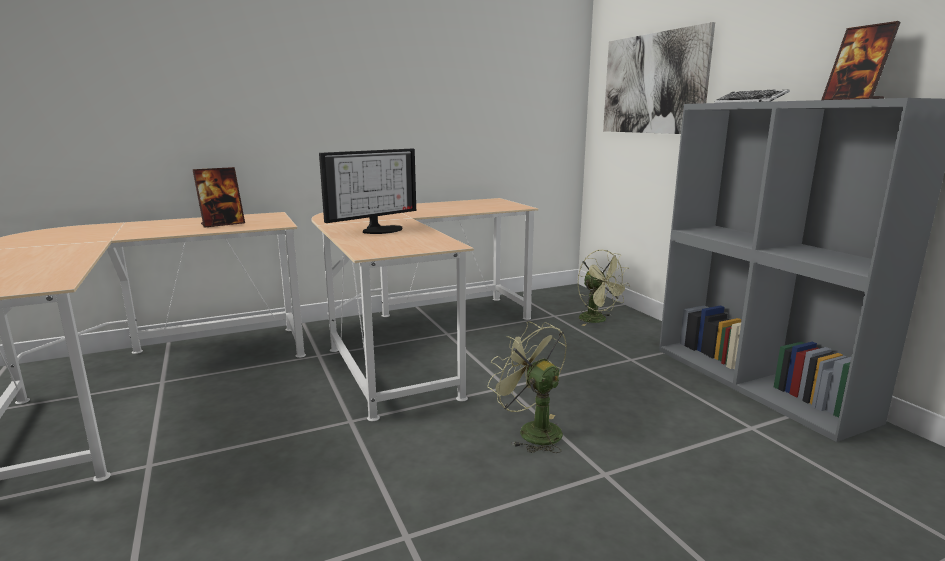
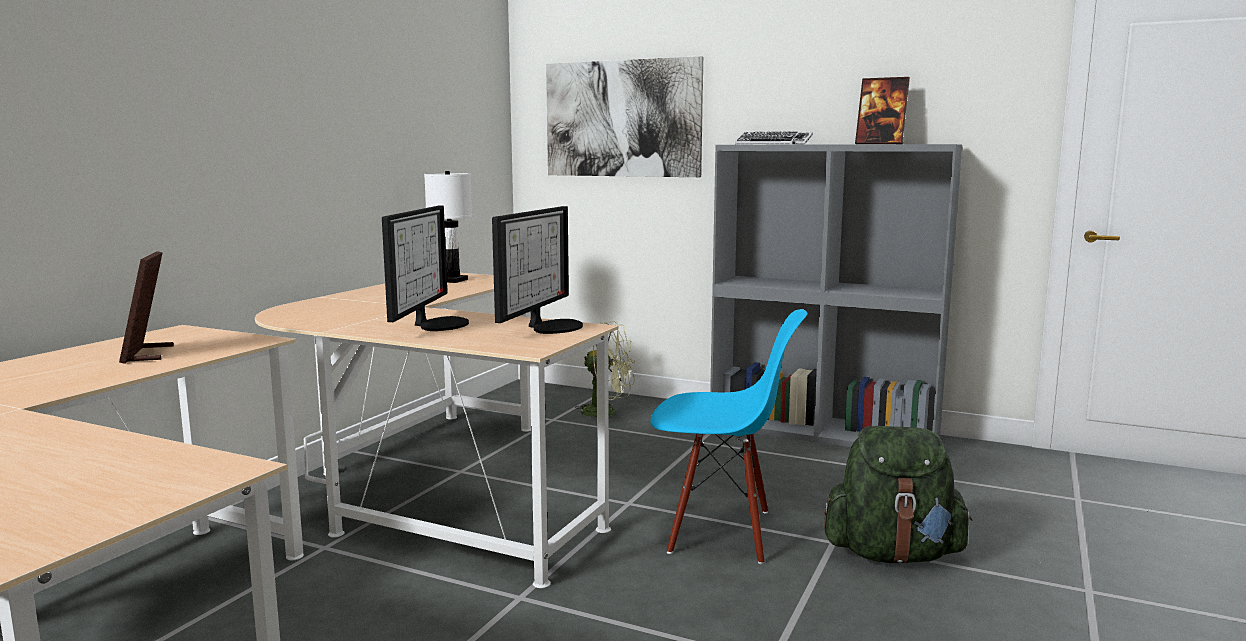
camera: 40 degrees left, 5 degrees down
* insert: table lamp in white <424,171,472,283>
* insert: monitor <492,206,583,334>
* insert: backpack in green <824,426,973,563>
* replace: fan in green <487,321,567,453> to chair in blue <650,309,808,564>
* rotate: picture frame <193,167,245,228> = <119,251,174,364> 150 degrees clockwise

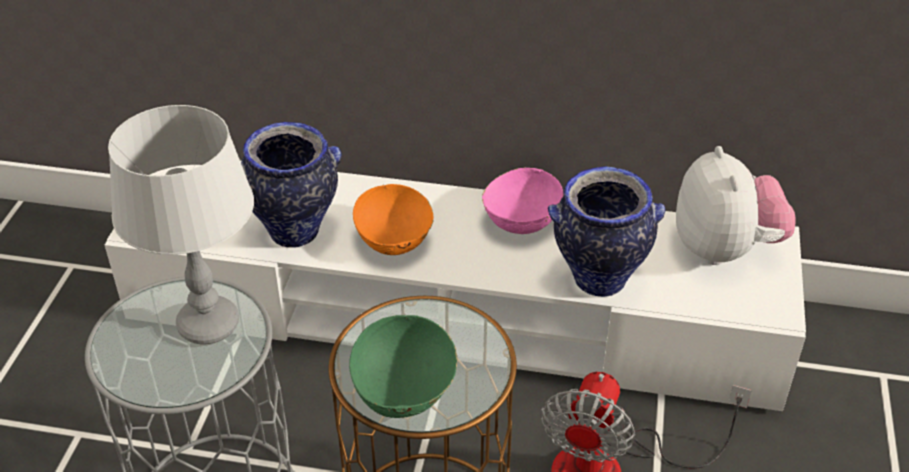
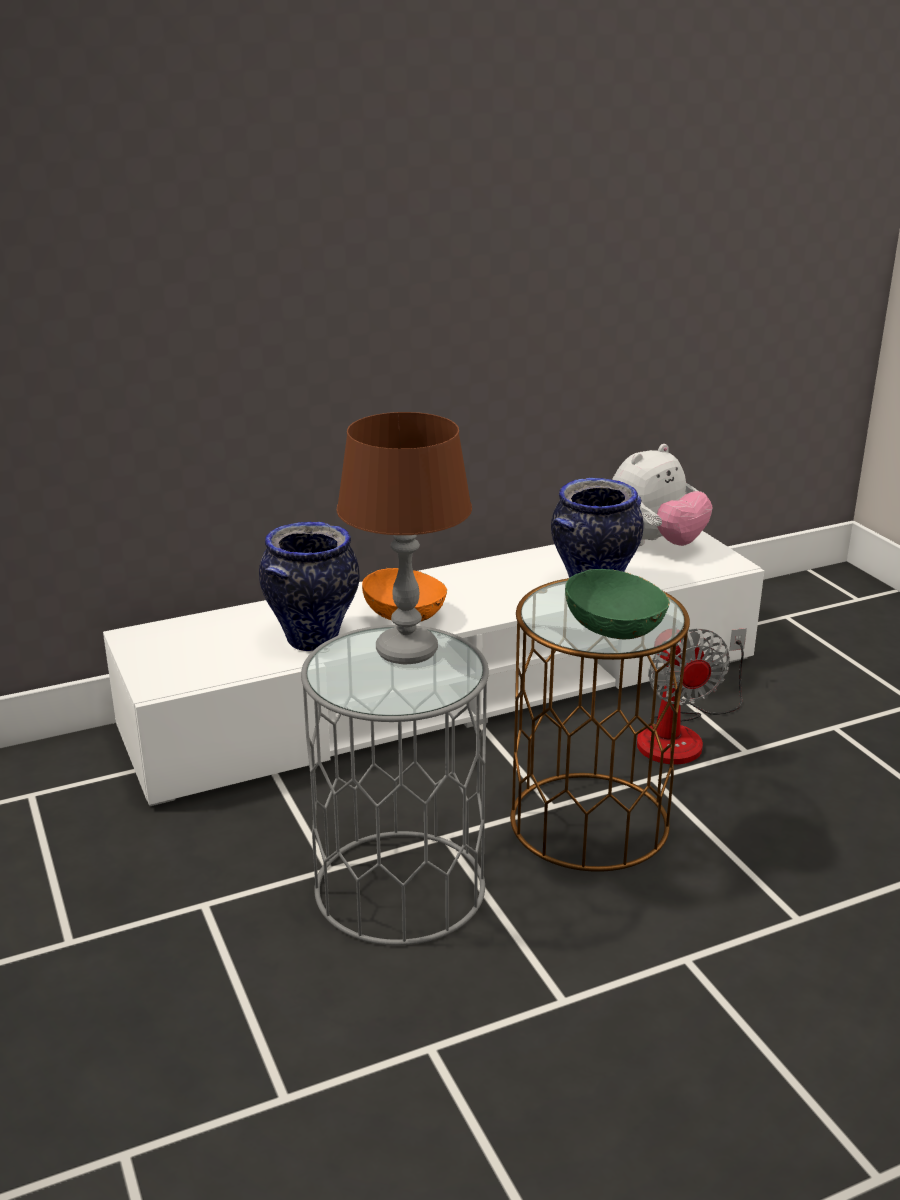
camera: 35 degrees left, 15 degrees down
* delete: bowl in pink <482,167,563,234>
* recolor: table lamp in grey <108,105,254,345> to table lamp in brown <337,412,472,665>
* rotate: plush toy <676,146,796,265> = <612,444,713,546> 90 degrees clockwise

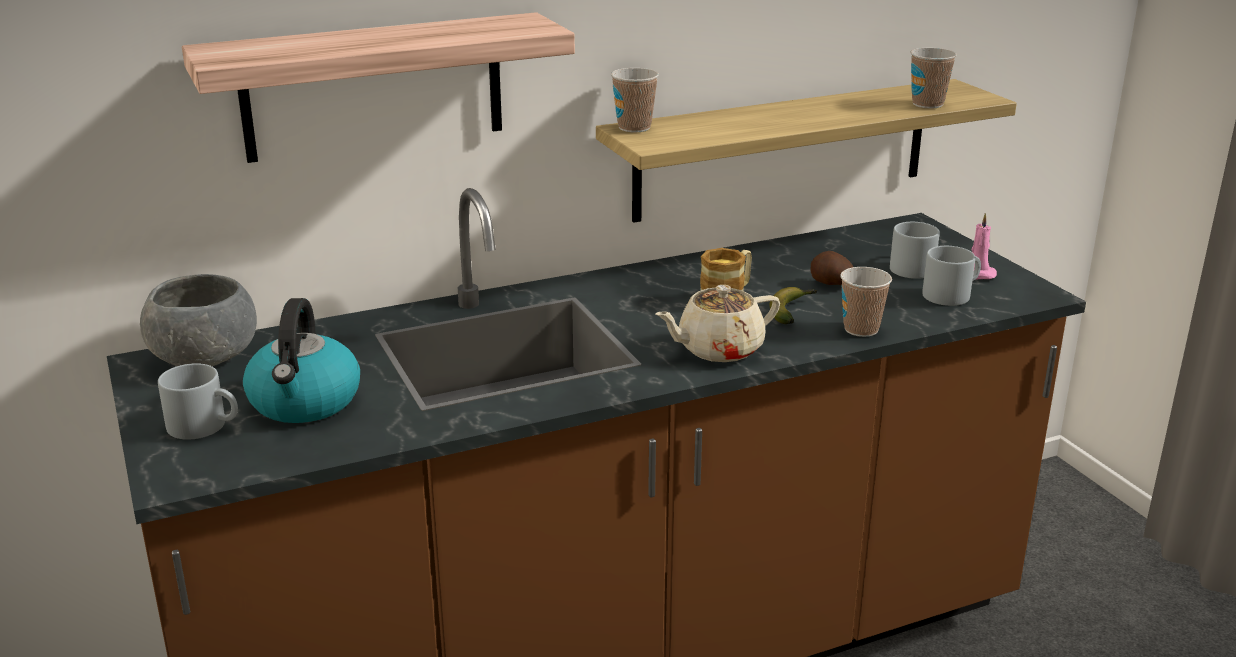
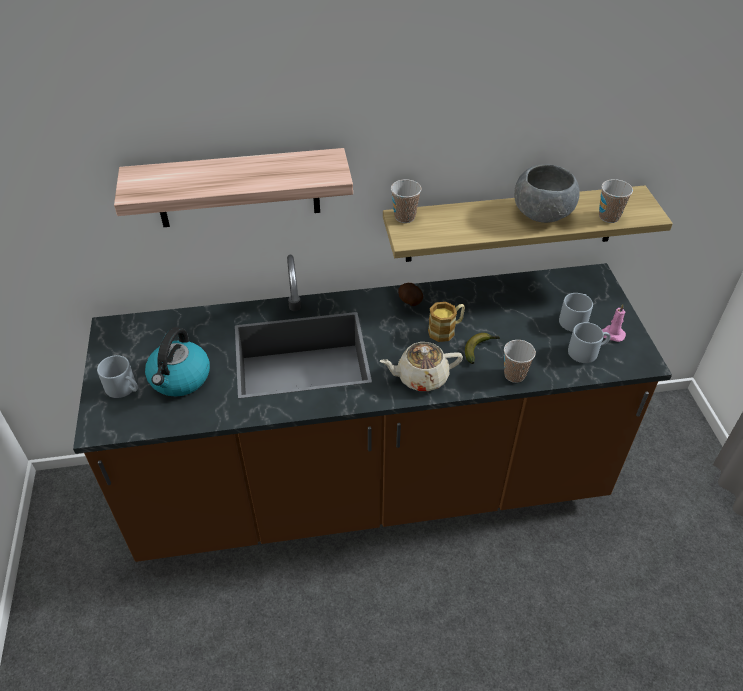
camera: 15 degrees right, 20 degrees up
* move: bowl in grey <140,274,257,366> to <514,164,580,223>
* move: potato <810,251,853,285> to <398,283,423,306>

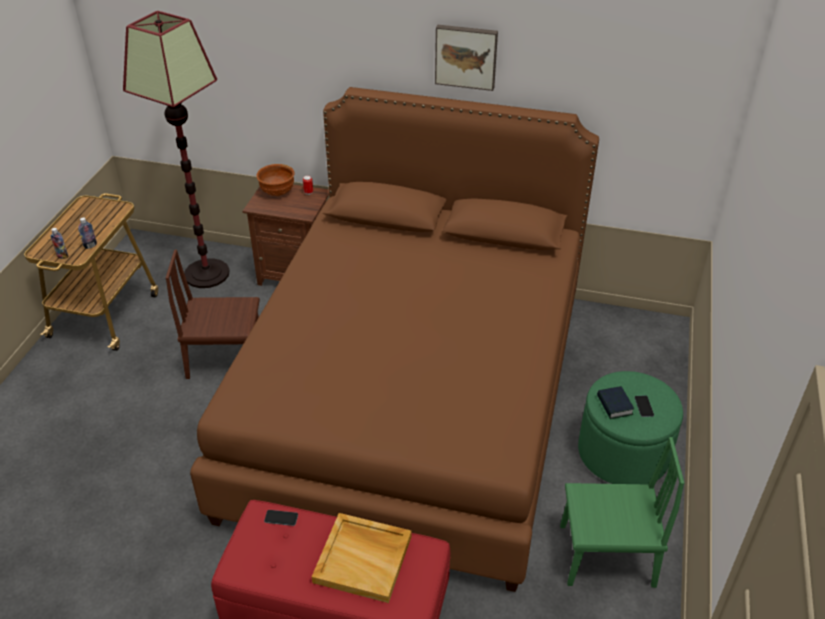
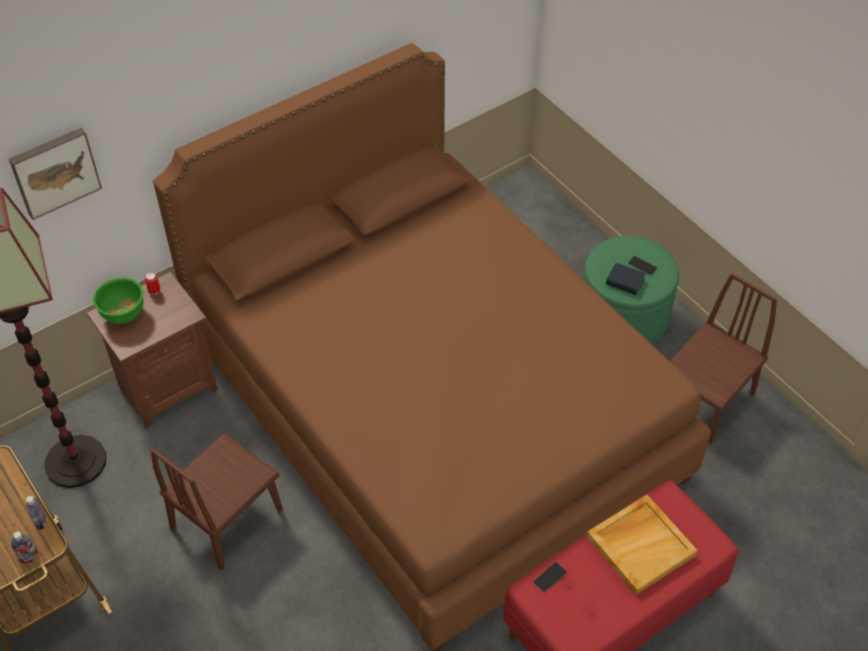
camera: 50 degrees left, 10 degrees up
* move: picture <435,25,498,91> to <9,128,102,220>
* recolor: bowl in brown <256,164,294,196> to bowl in green <93,277,144,324>
* recolor: chair in green <560,437,684,588> to chair in brown <670,273,778,444>

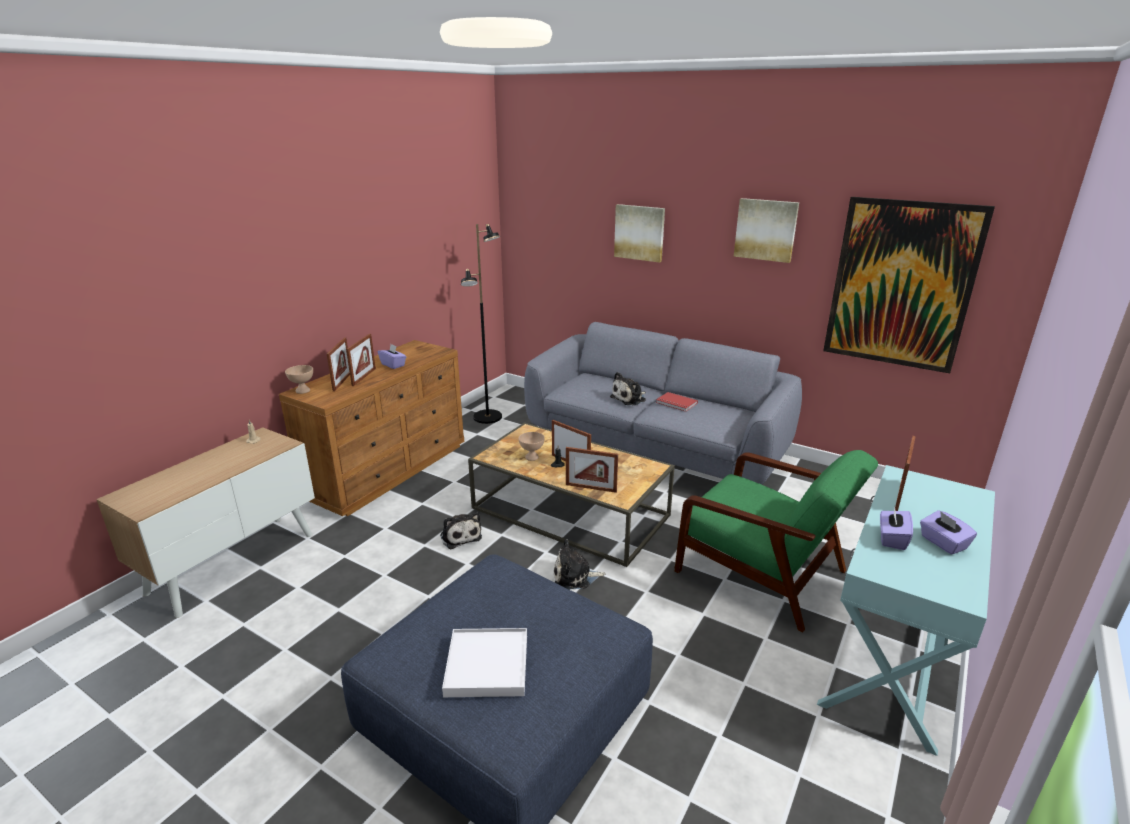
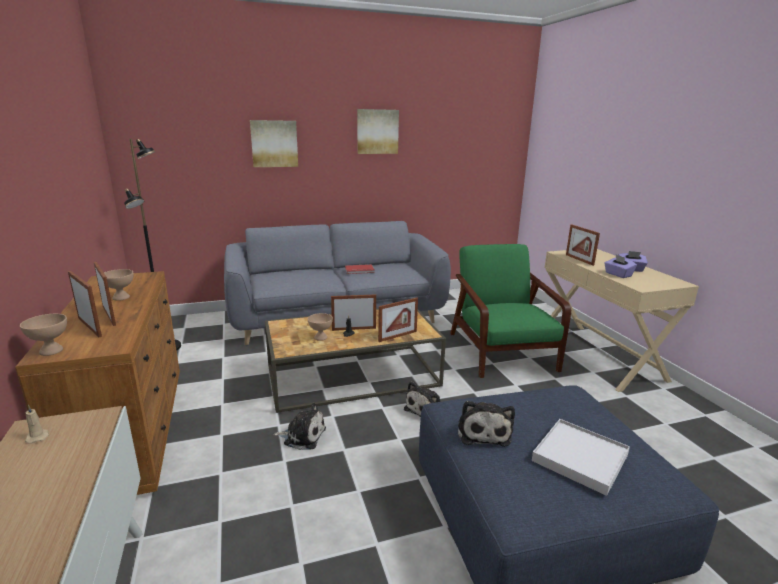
camera: 50 degrees left, 5 degrees down
* delete: picture <823,197,995,373>
* move: plush toy <610,372,646,406> to <458,401,515,447>
* replace: tissue box in purple <378,344,406,369> to bowl in beige <104,269,134,301>
* recolor: console table in turquoise <817,465,995,756> to console table in beige <545,249,699,392>
* rotate: armchair in green <674,450,878,633> = <450,244,571,378> 90 degrees counterclockwise

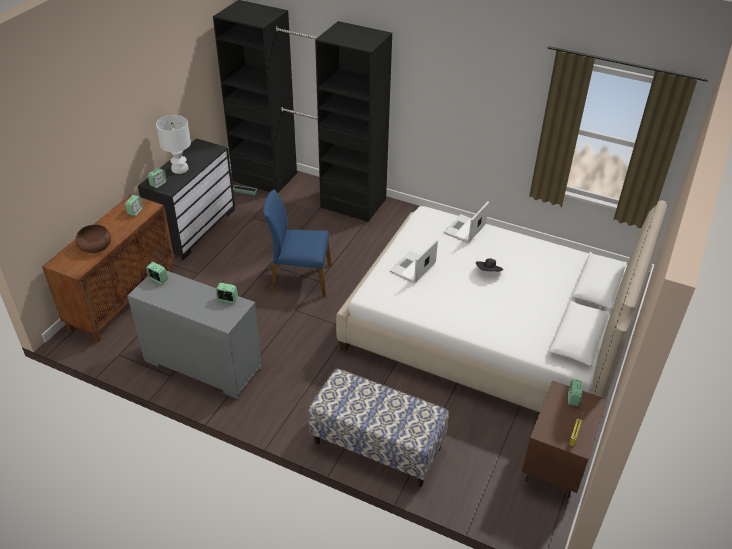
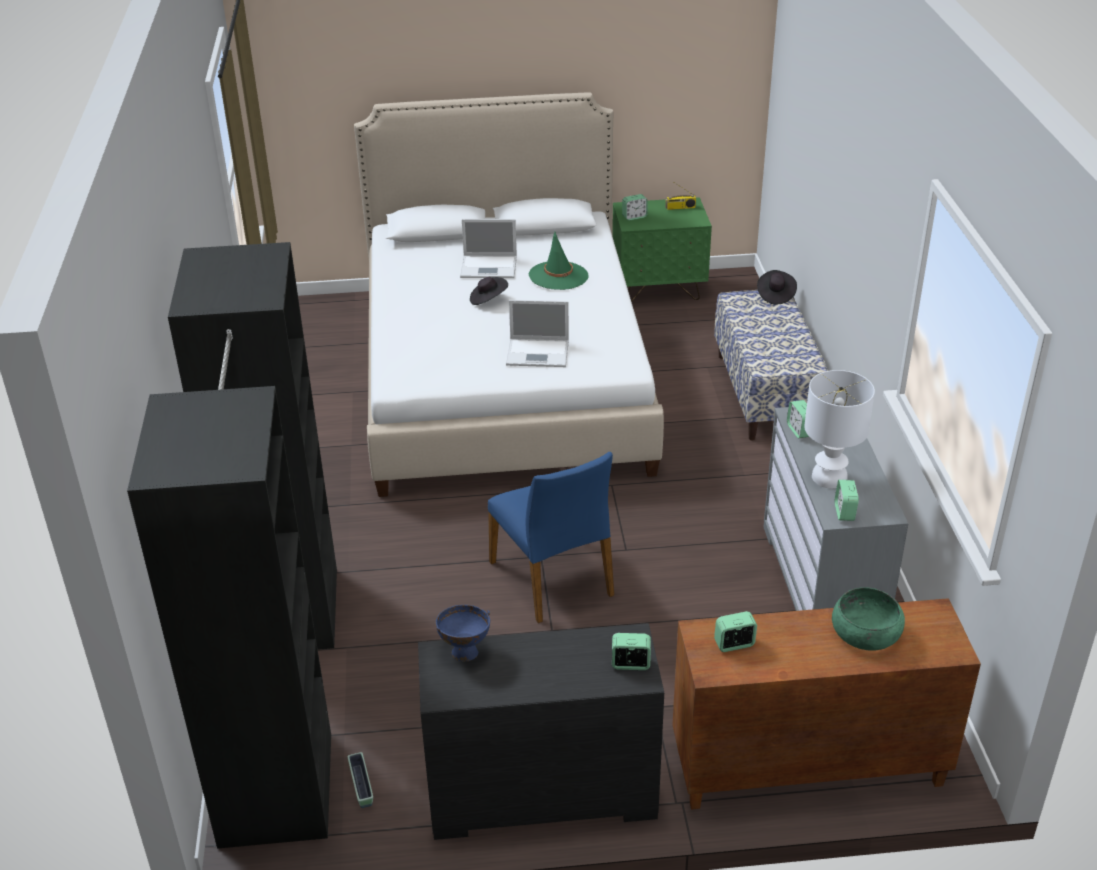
camera: 120 degrees left, 5 degrees down
* insert: bowl in blue <436,605,490,662>
* insert: hat in green <529,232,589,290>
* insert: hat in black <757,270,797,305>
* move: table lamp in white <156,115,191,174> to <804,370,875,488>
* move: laptop <444,202,489,243> to <460,219,517,278>
* recolor: bowl in brown <76,224,111,253> to bowl in green <832,587,905,651>
* recolor: nightstand in brown <522,380,607,498> to nightstand in green <612,197,712,302>

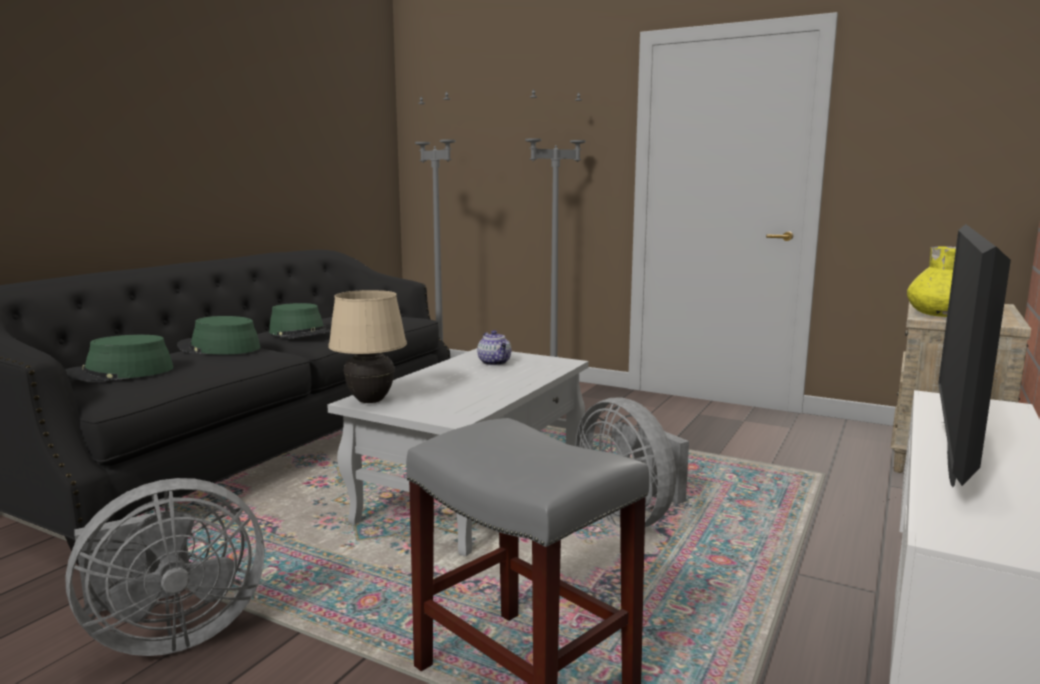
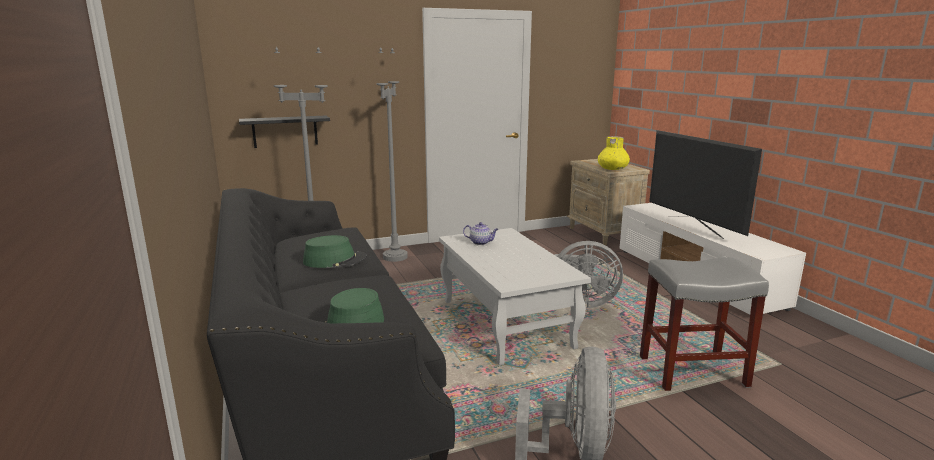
camera: 50 degrees left, 5 degrees up
* delete: hat in green <177,316,260,355>
* delete: table lamp in beige <328,290,407,403>
* insert: shelf in black <239,116,330,148>

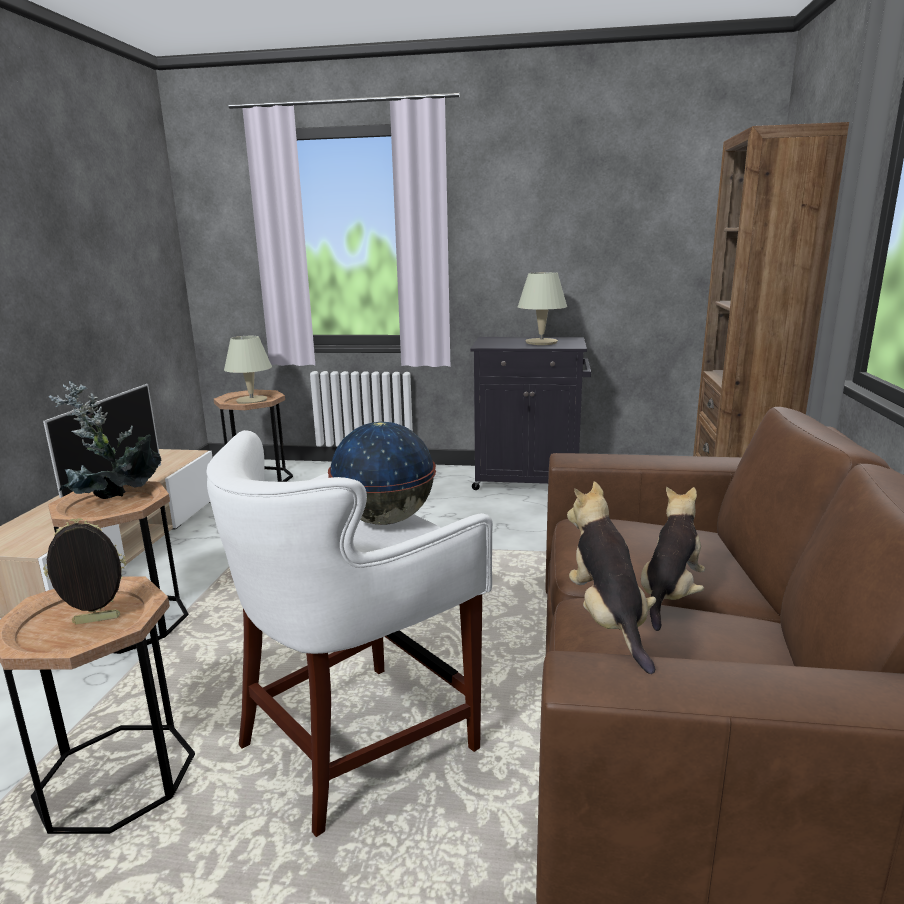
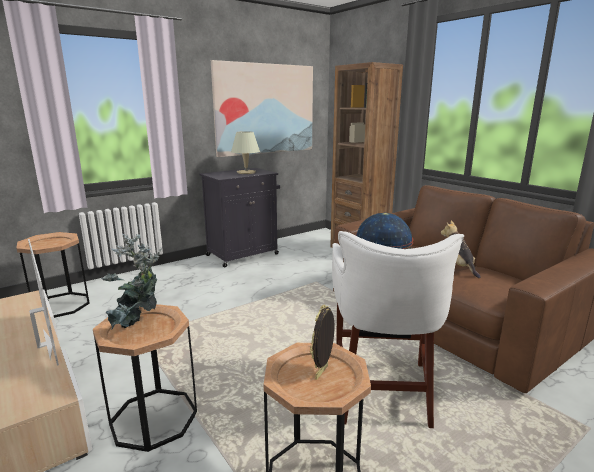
camera: 45 degrees left, 0 degrees up
* delete: table lamp in beige <224,336,272,404>
* delete: plush toy <567,481,656,674>
* insert: picture <211,60,313,157>

